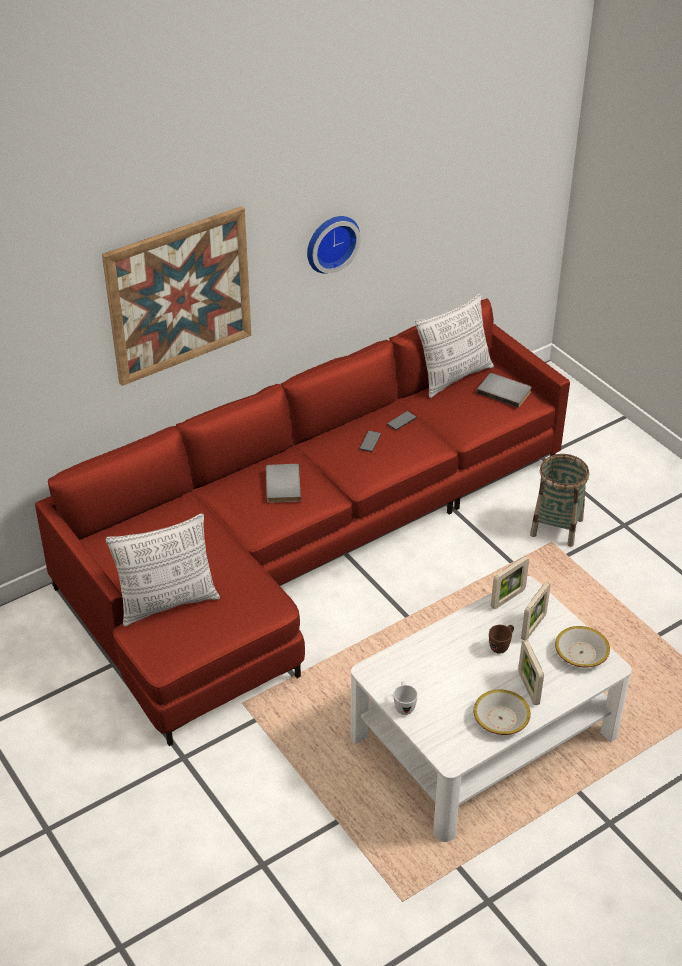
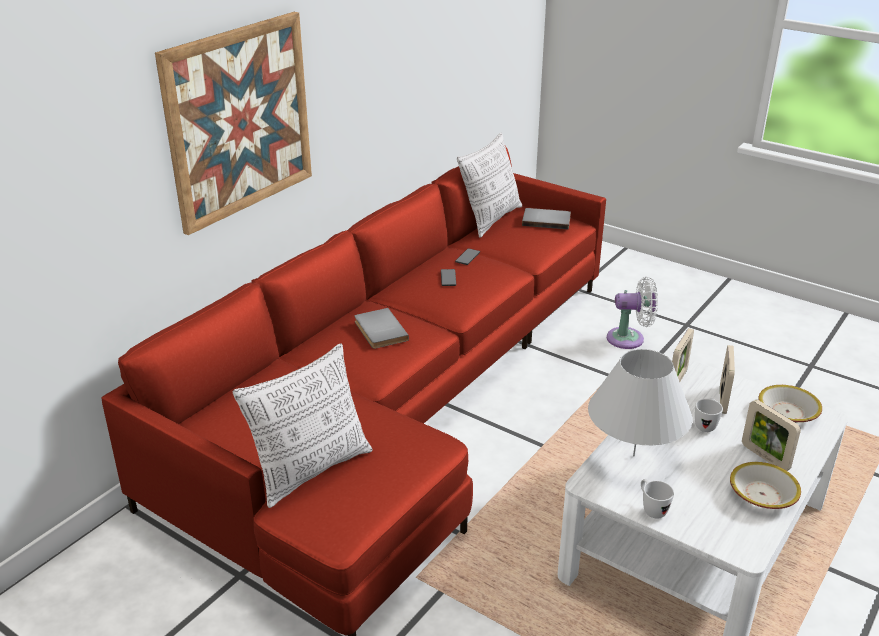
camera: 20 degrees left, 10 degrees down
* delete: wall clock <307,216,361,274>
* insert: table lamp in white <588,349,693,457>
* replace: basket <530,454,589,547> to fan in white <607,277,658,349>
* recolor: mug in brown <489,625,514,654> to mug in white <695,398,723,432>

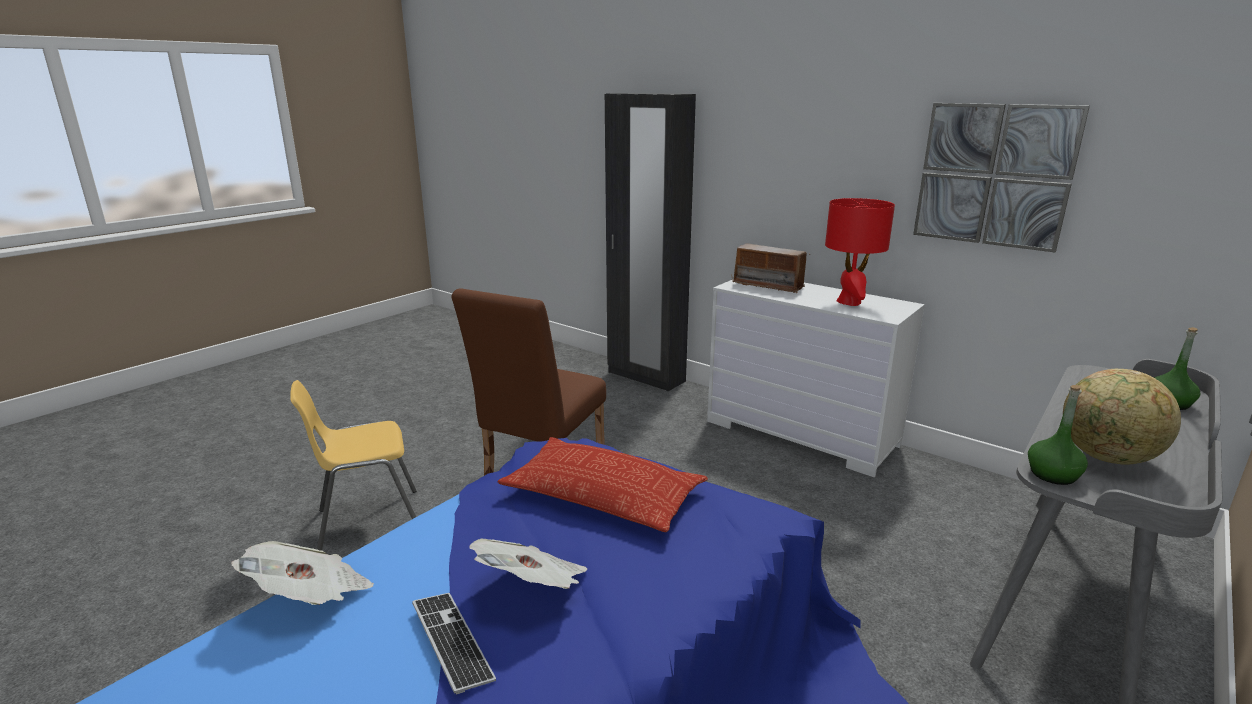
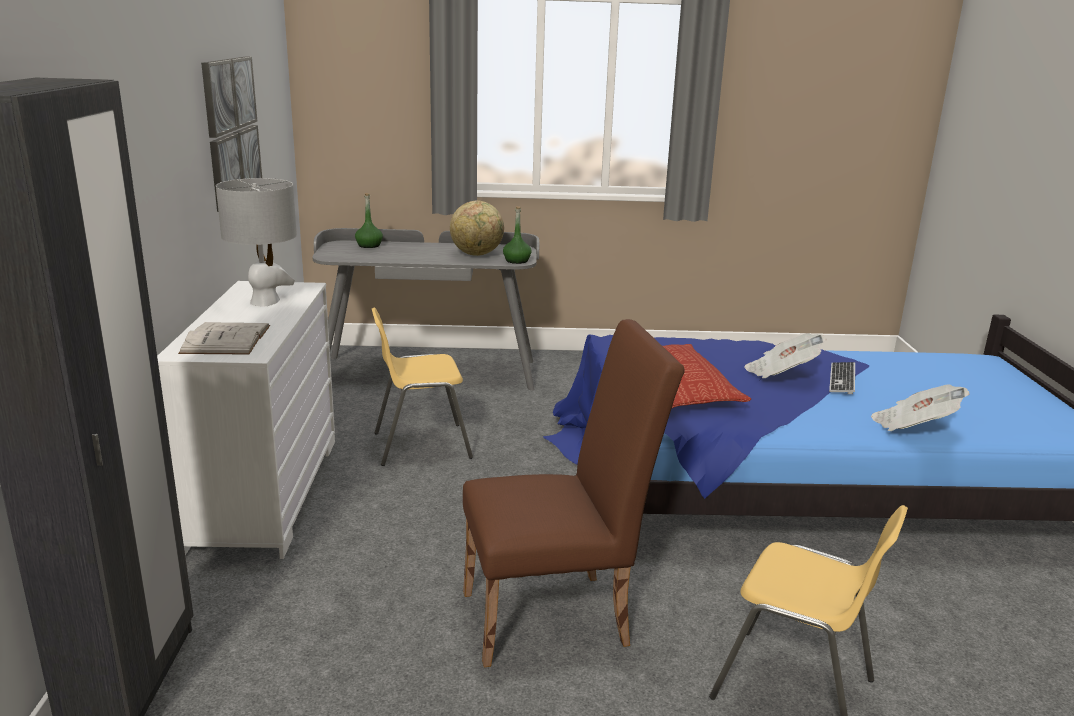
camera: 130 degrees left, 0 degrees up
* insert: chair in yellow <372,308,473,466>
* replace: radio <731,243,807,293> to book in white <178,322,270,355>
* recolor: table lamp in red <825,198,895,306> to table lamp in grey <216,178,297,307>

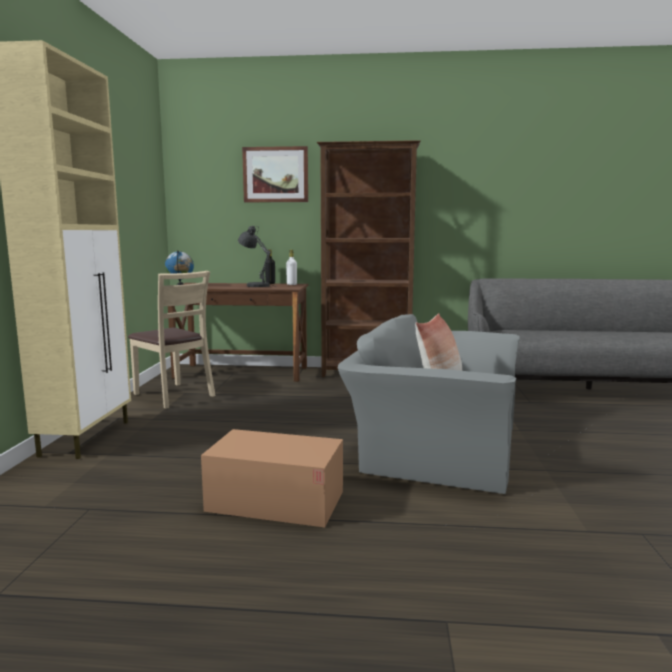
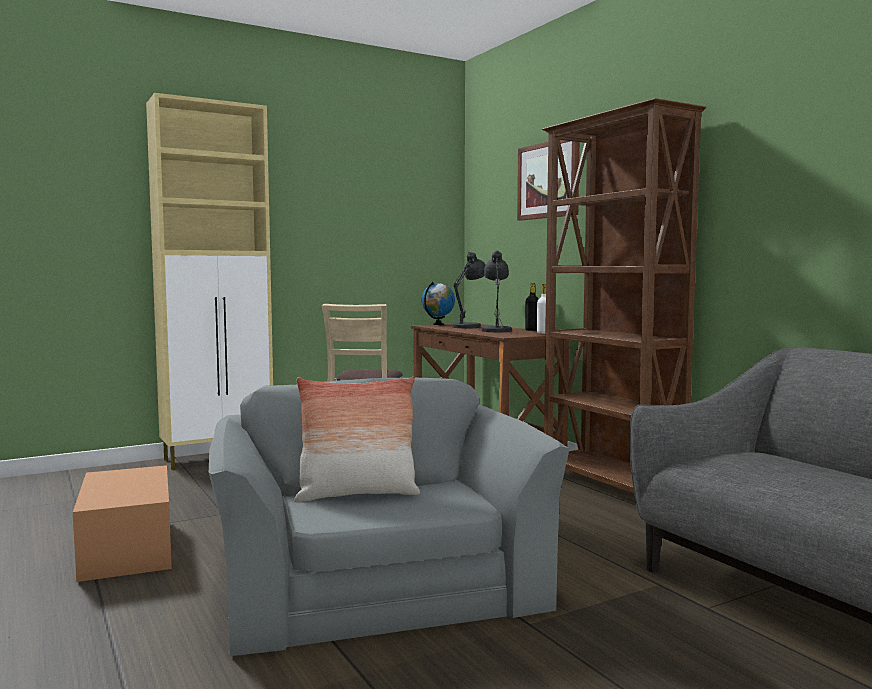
camera: 55 degrees right, 5 degrees down
* insert: table lamp in grey <452,252,486,329>

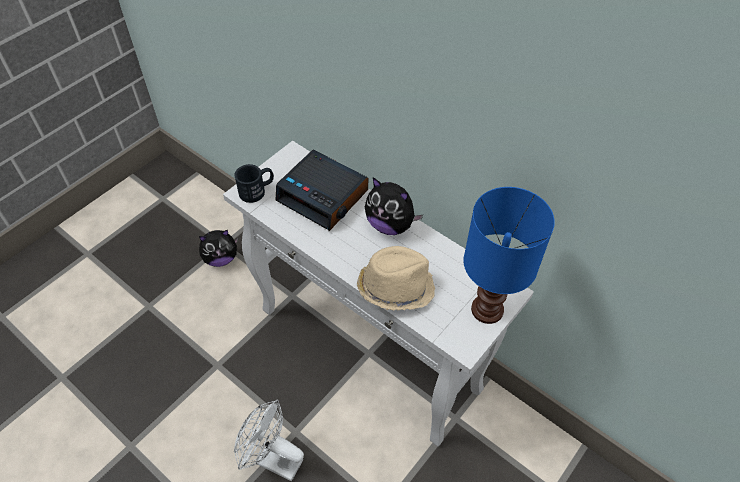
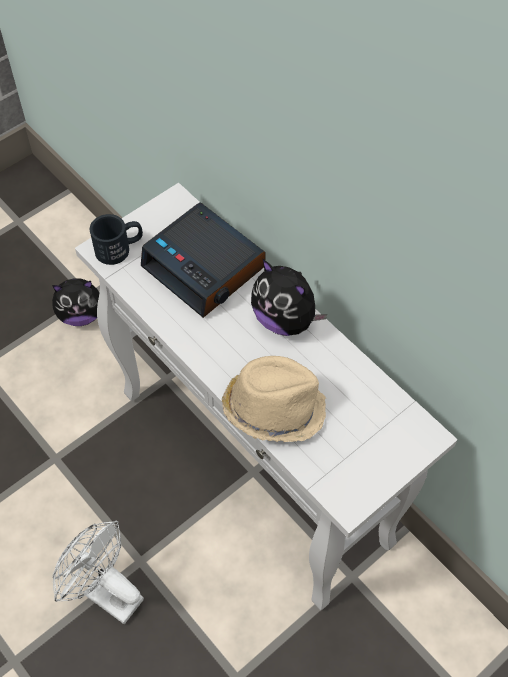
camera: 10 degrees right, 5 degrees up
* delete: table lamp in blue <463,187,555,324>

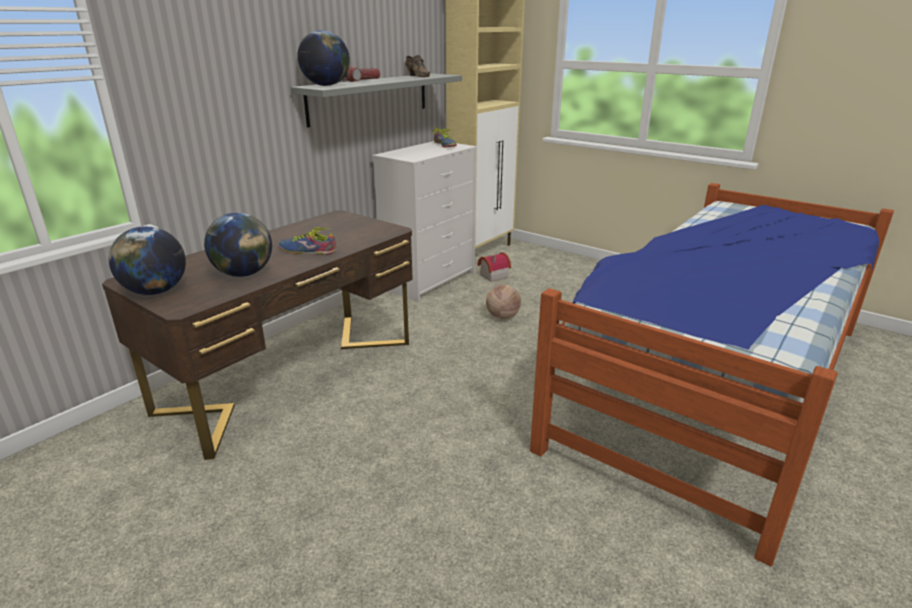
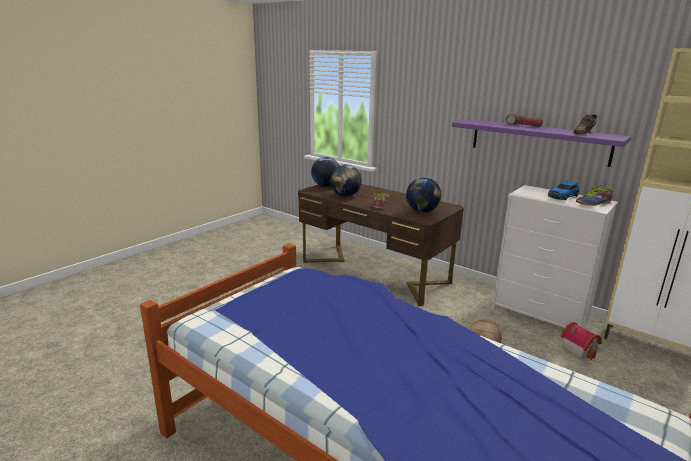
camera: 90 degrees right, 5 degrees down
* insert: toy car <548,181,579,200>
* move: globe <297,30,350,86> to <406,177,441,213>
* recolor: shelf in grey <290,73,462,127> to shelf in purple <452,119,631,167>

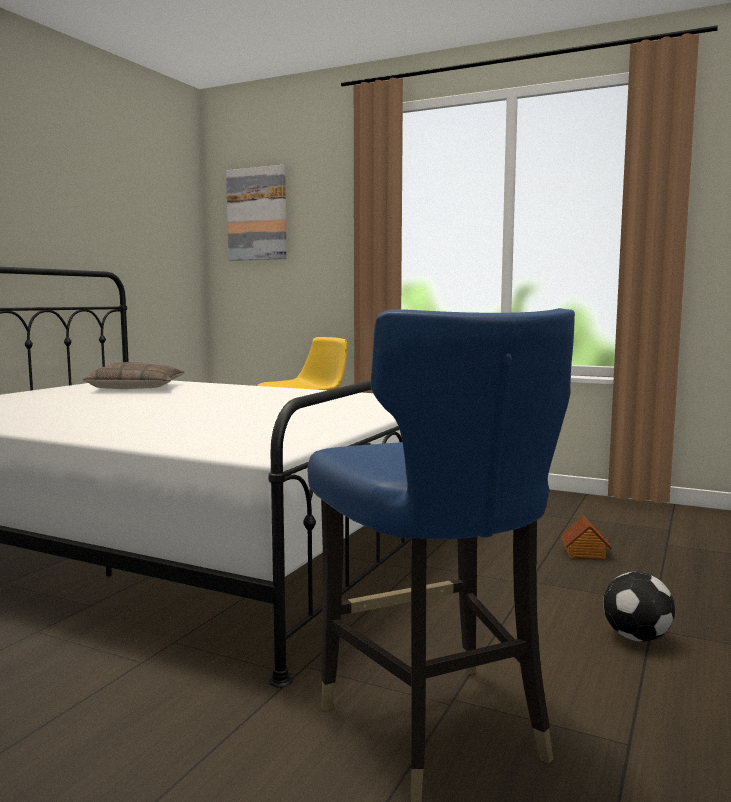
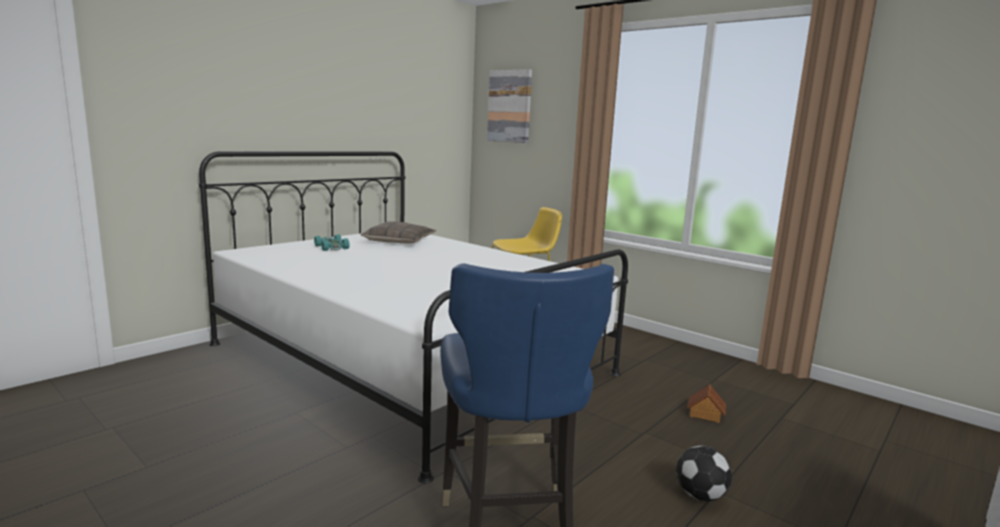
camera: 15 degrees right, 5 degrees up
* insert: toy car in turquoise <314,234,350,251>

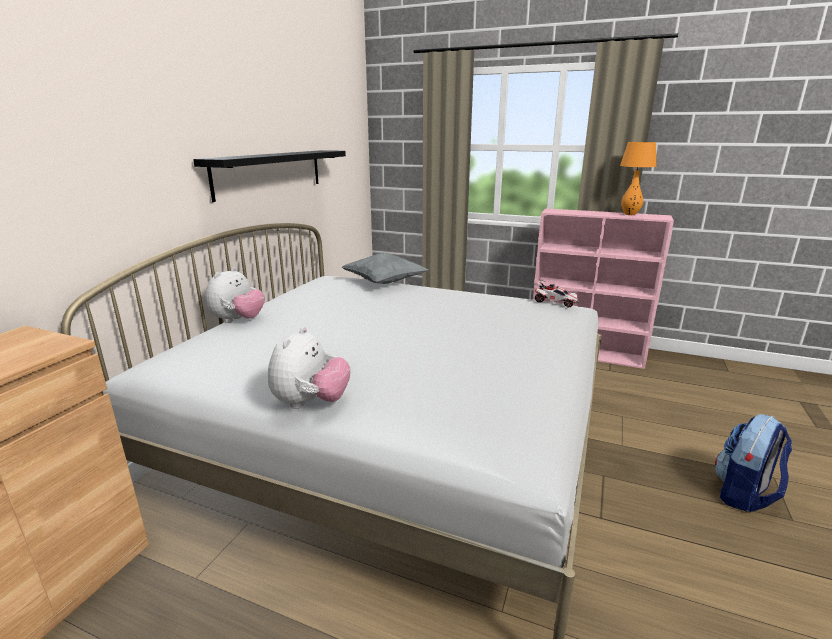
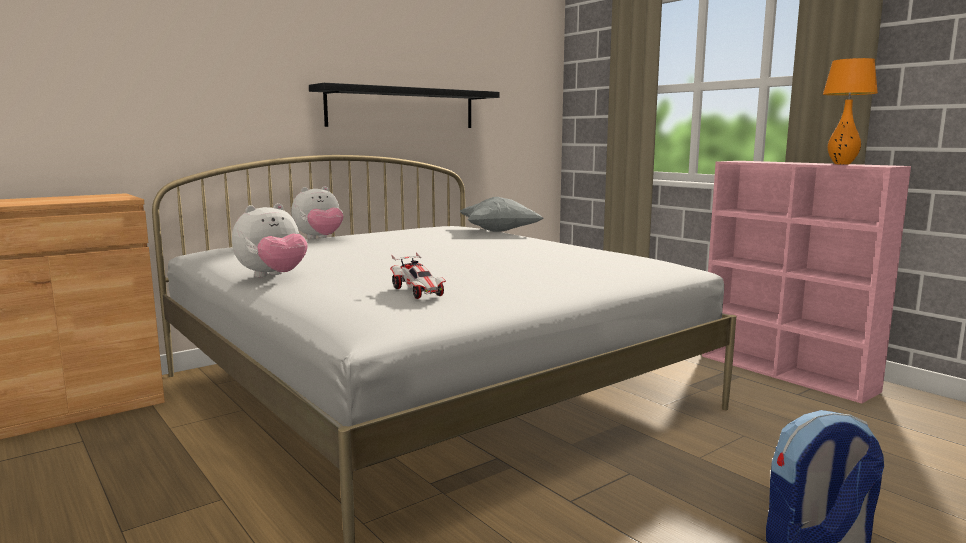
camera: 30 degrees right, 10 degrees down
* move: toy car <534,278,580,307> to <390,253,446,299>

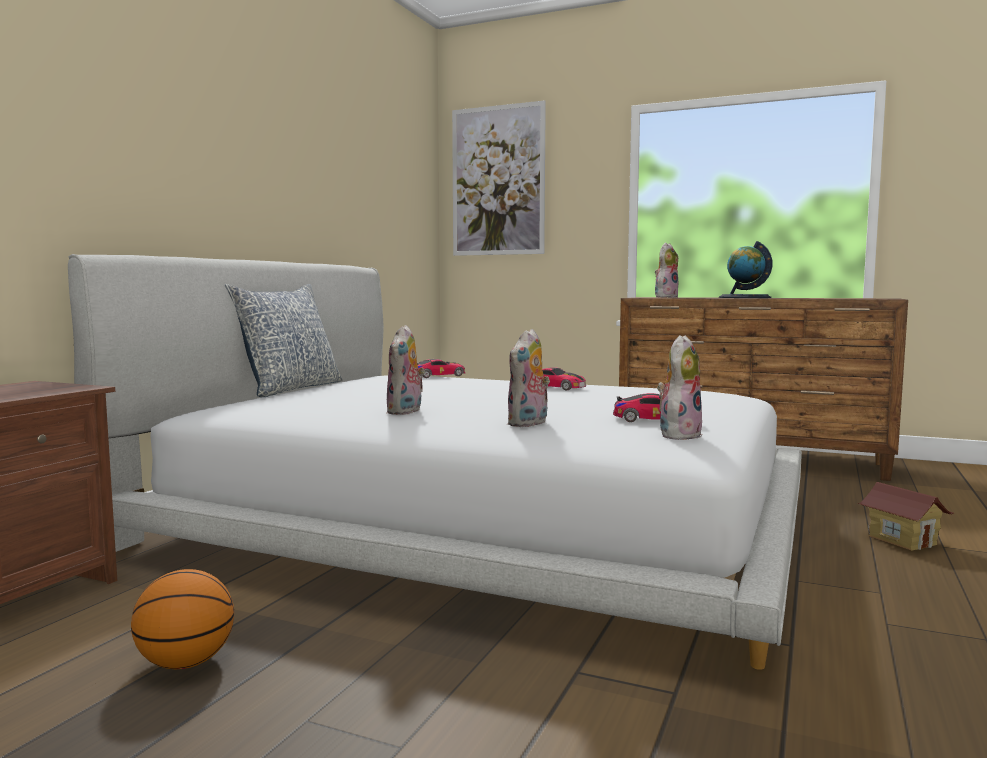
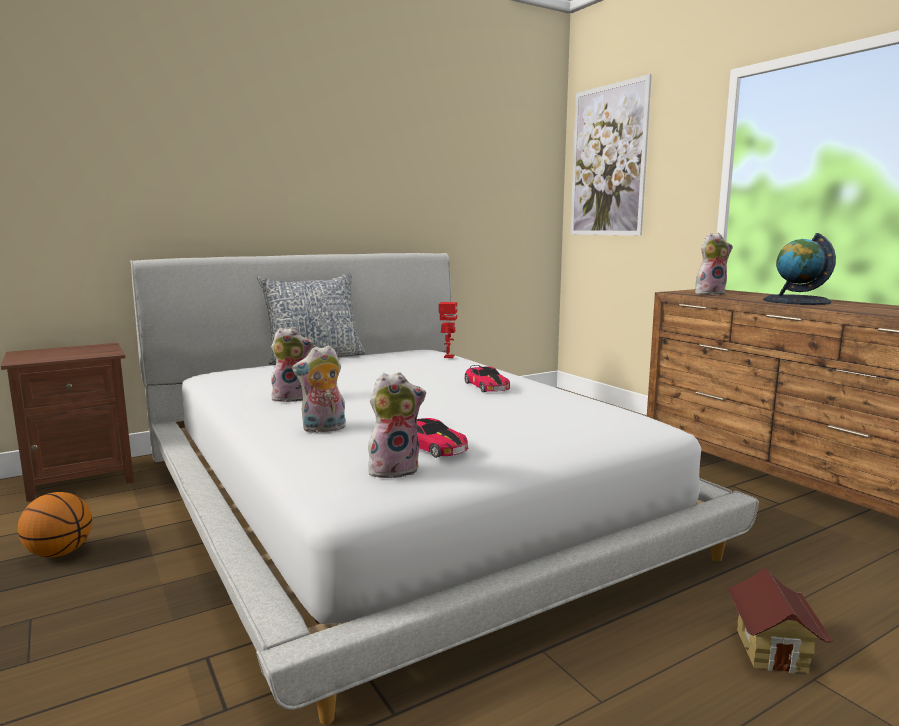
camera: 35 degrees right, 5 degrees up
* replace: toy car <417,359,465,378> to toy robot <439,302,457,358>
* rotate: plush toy <387,325,425,415> = <271,328,314,402> 150 degrees counterclockwise

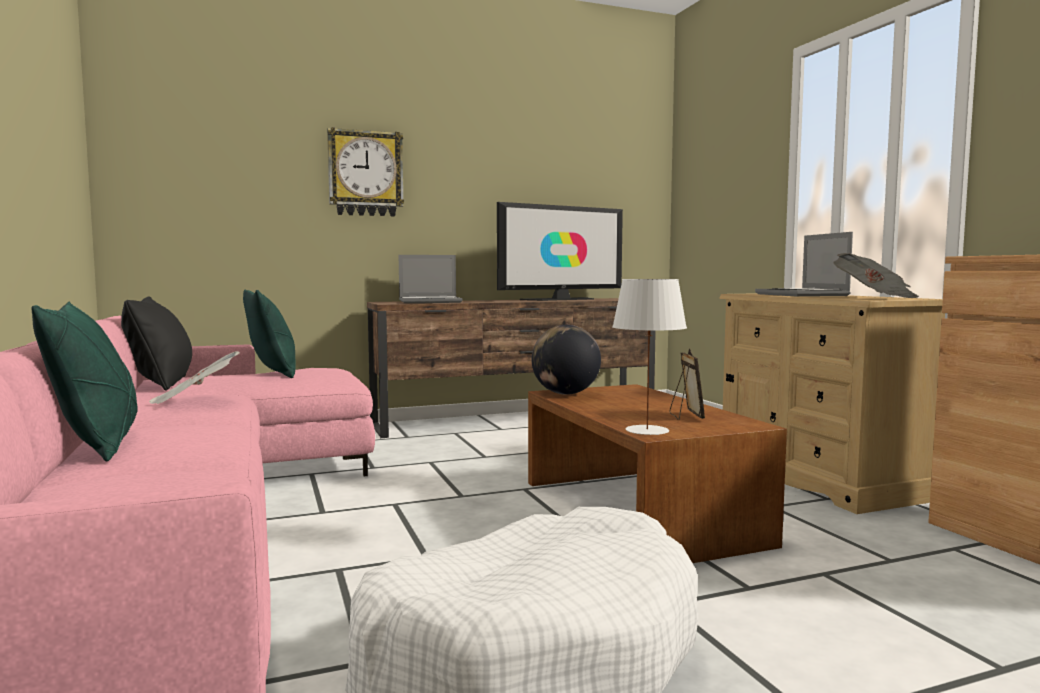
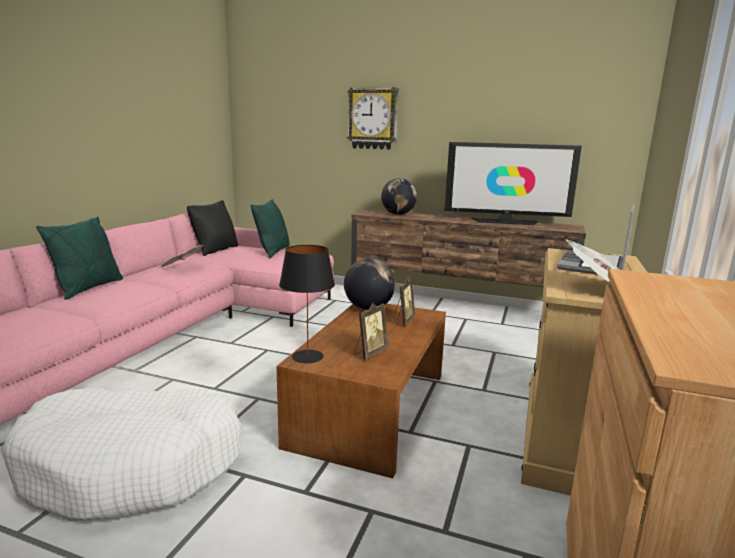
camera: 40 degrees right, 10 degrees up
* insert: picture frame <392,278,415,326>
* replace: laptop <399,255,463,303> to globe <381,178,417,215>
* recolor: table lamp in white <612,279,687,435> to table lamp in black <279,245,335,363>

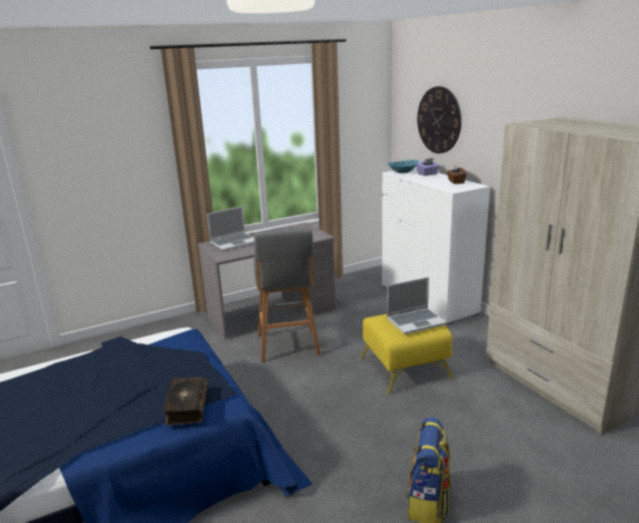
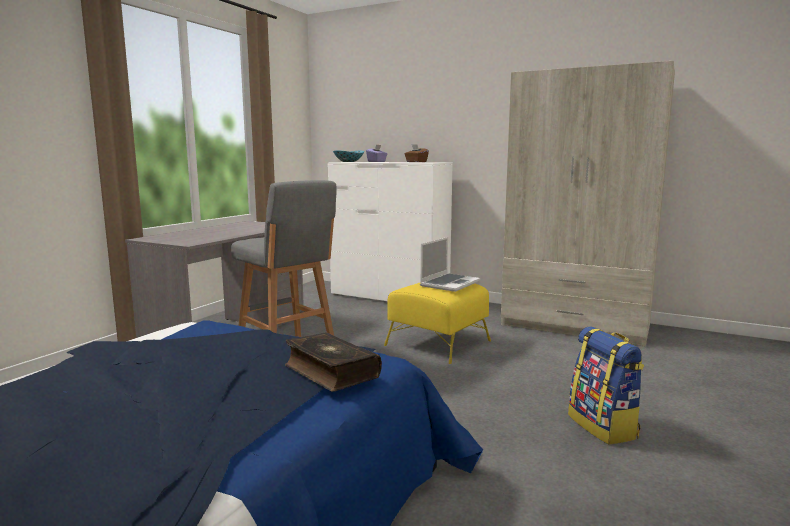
camera: 35 degrees left, 10 degrees down
* delete: laptop <207,206,254,251>
* delete: wall clock <417,86,461,154>

